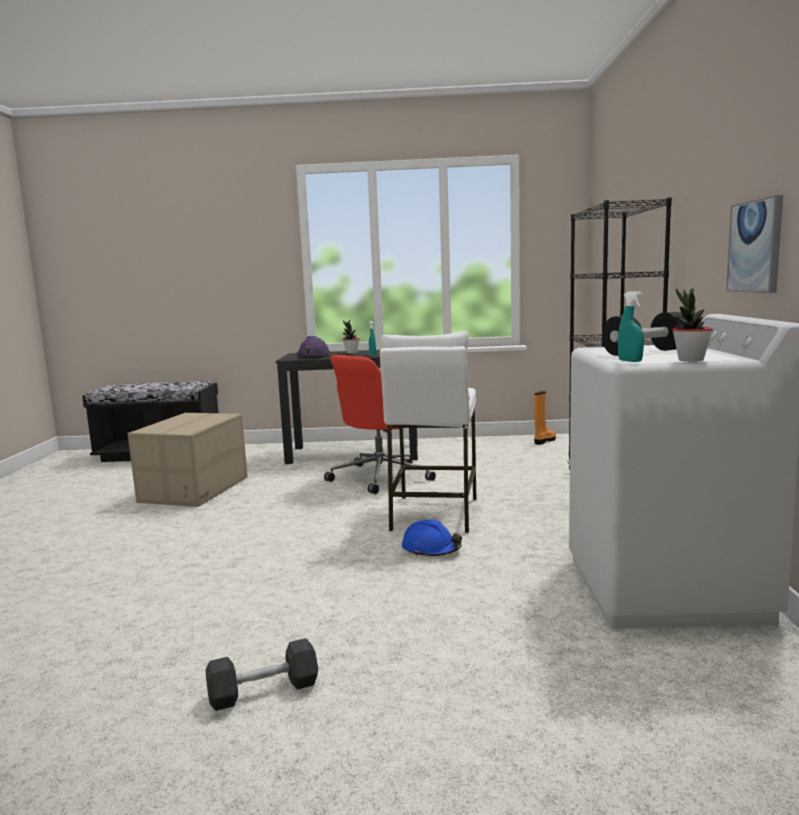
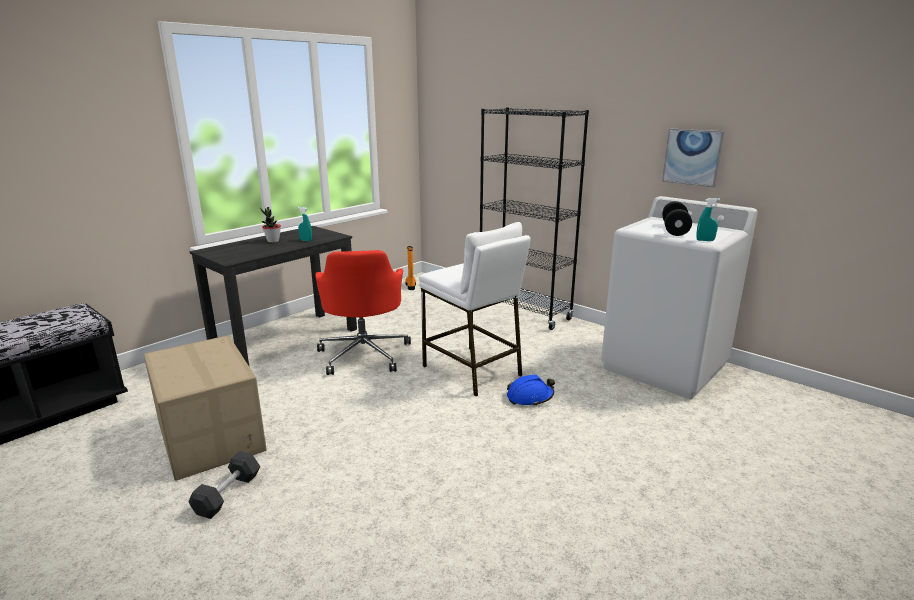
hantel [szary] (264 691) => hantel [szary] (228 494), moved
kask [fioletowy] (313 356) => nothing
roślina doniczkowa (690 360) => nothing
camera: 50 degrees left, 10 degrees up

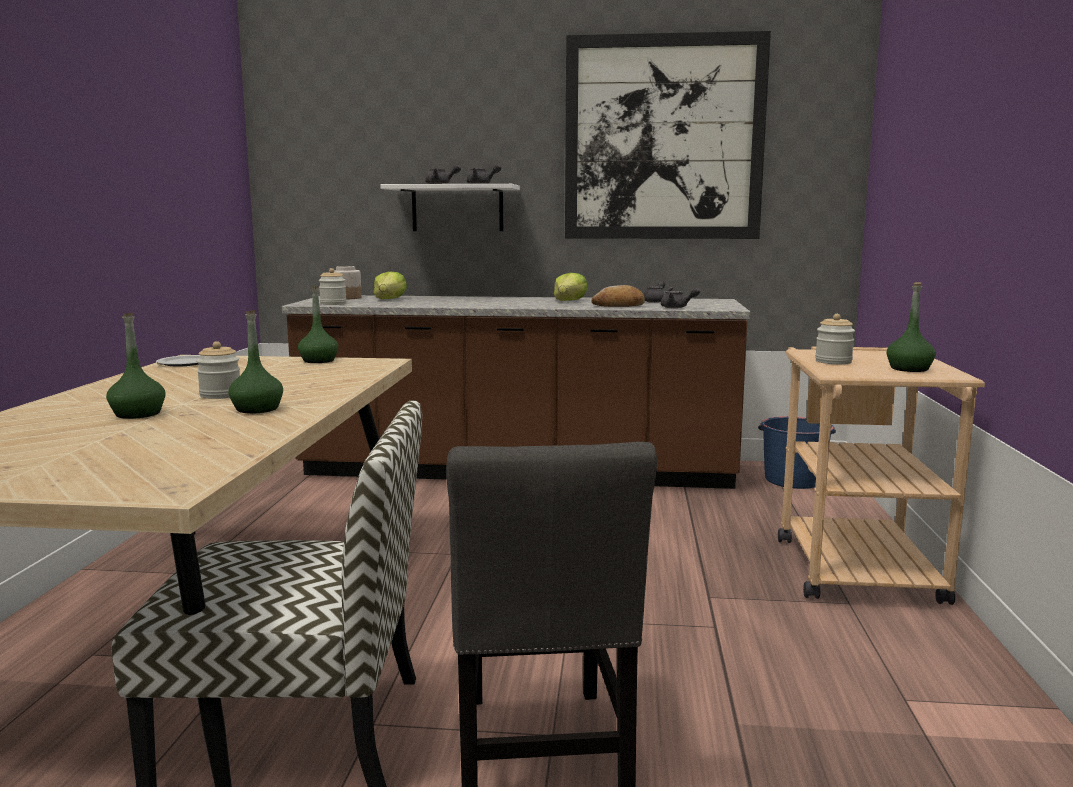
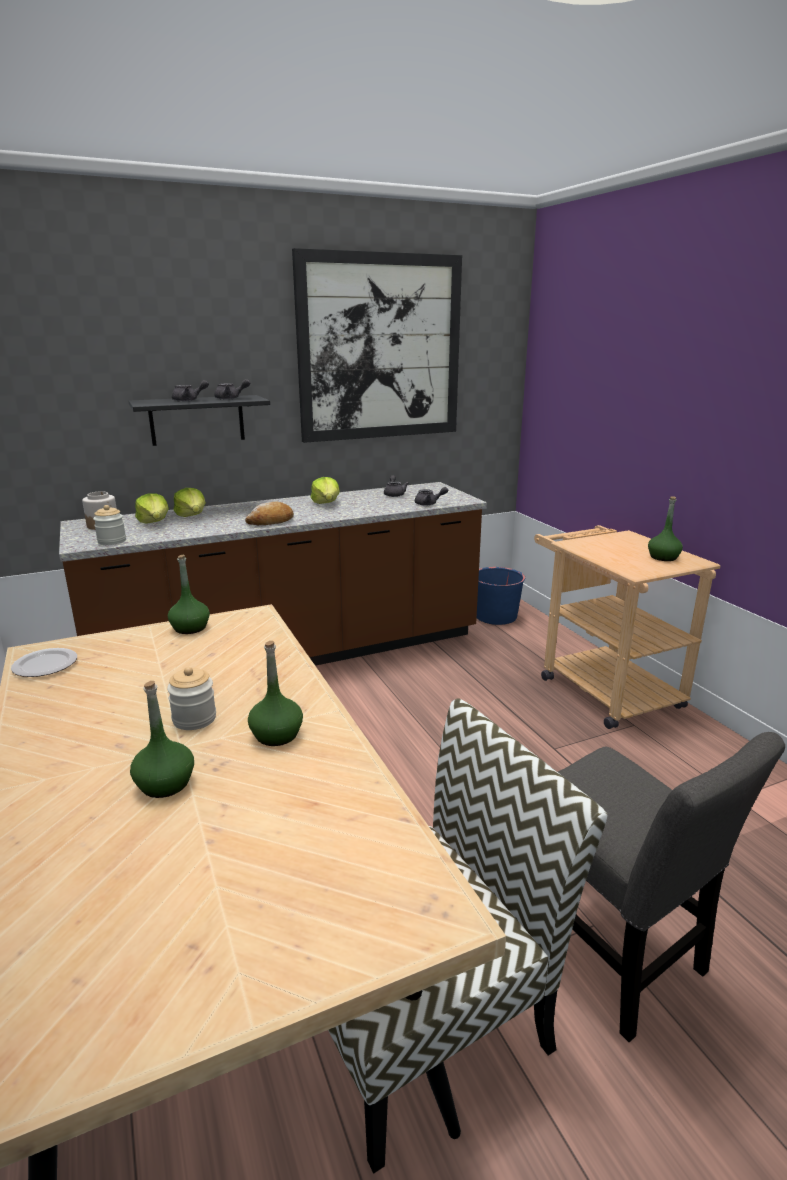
półka [biały] (457 208) => półka [czarny] (197 420)
chleb (619 305) => chleb (271 521), moved
słoik (833 361) => nothing
nothing => sałata (192 516)
camera: 30 degrees left, 10 degrees up

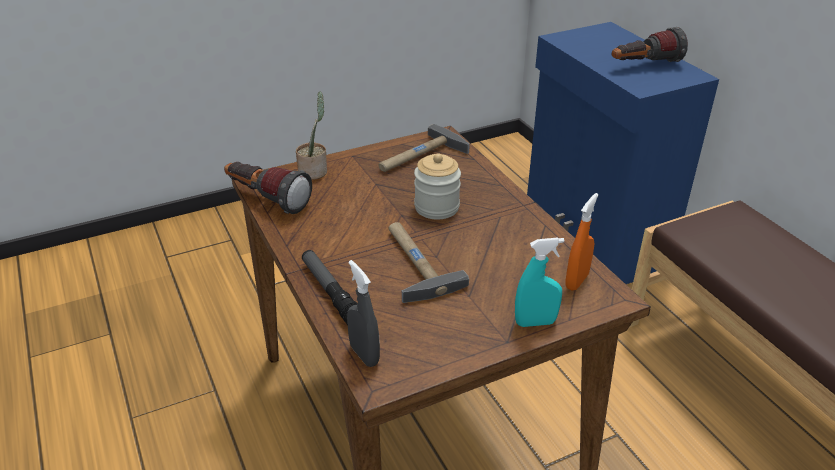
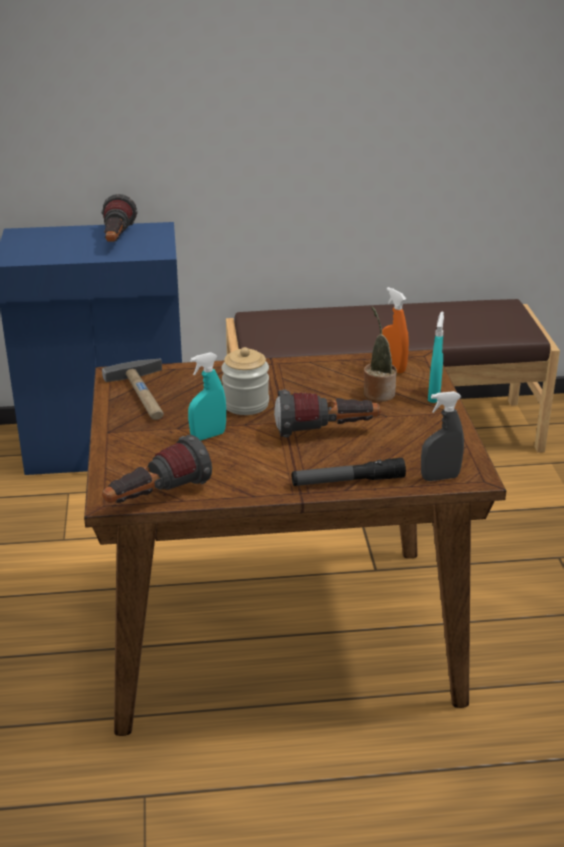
roślina doniczkowa (314 171) => roślina doniczkowa (378 392), moved
młotek (413 263) => latarka (326 432)
nothing => spryskiwacz [turkusowy] (208 436)
camera: 70 degrees left, 5 degrees down

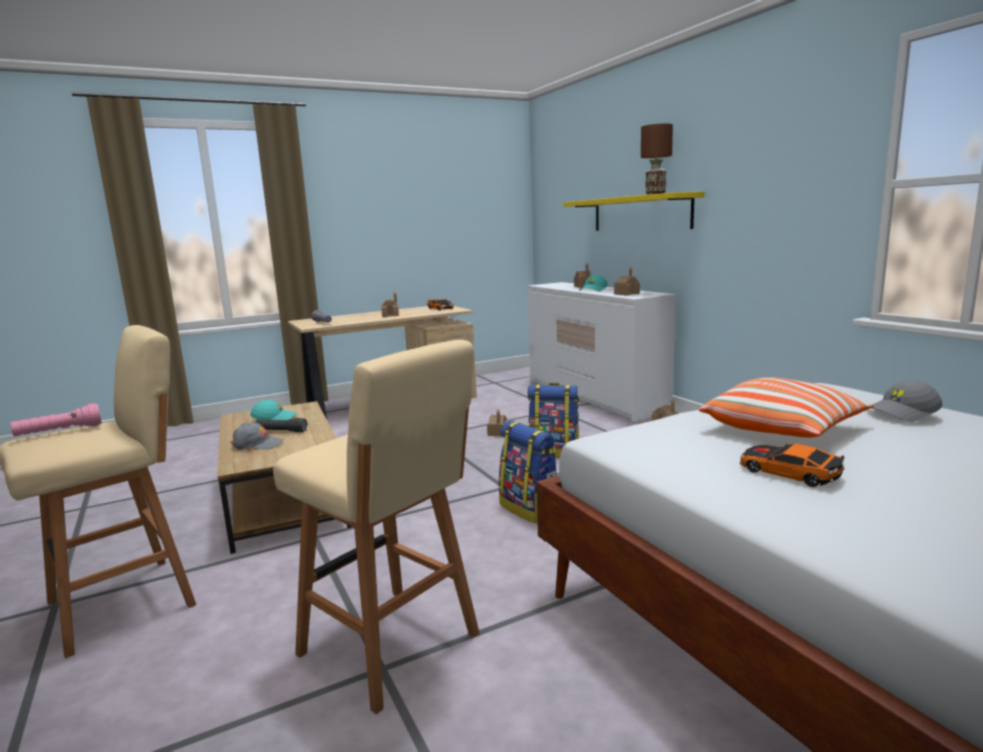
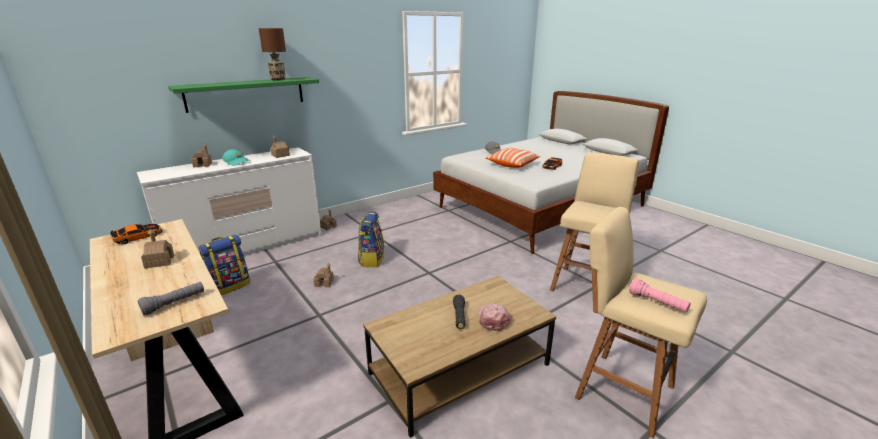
czapka z daszkiem [szary] (257 444) => czapka z daszkiem [różowy] (492 319)
czapka z daszkiem [turkusowy] (275 419) => nothing
plecak (530 509) => plecak (229 286), moved
półka [żółty] (640 213) => półka [zielony] (246 94)
camera: 100 degrees left, 10 degrees up

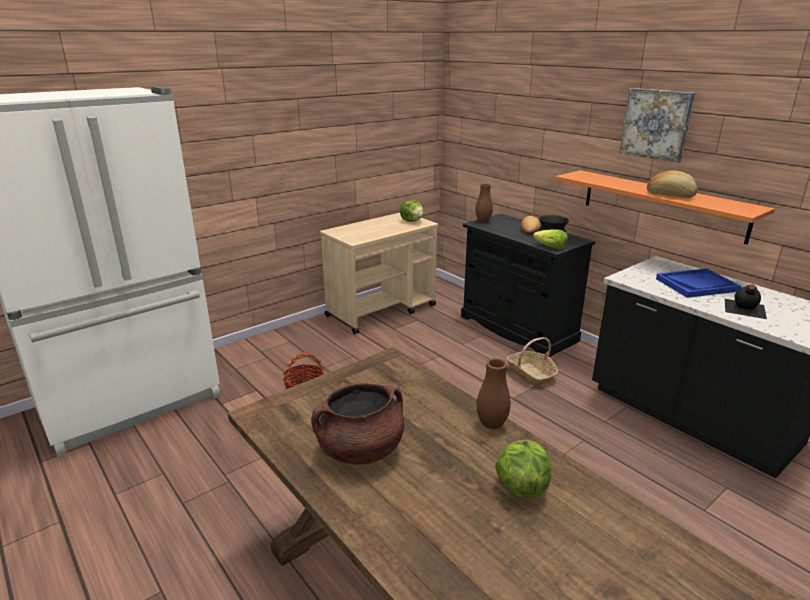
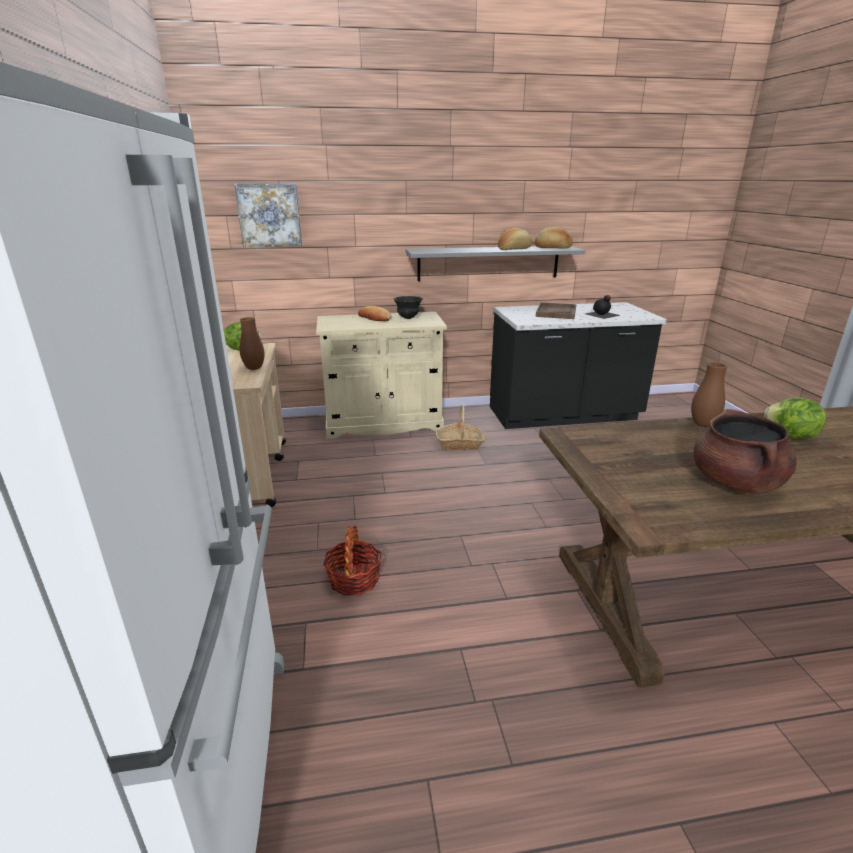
szafka [czarny] (517 328) => szafka [beżowy] (383 423)
wazon [brązowy] (483 221) => wazon [brązowy] (254 368), moved
sałata (550 247) => nothing
półka [pomarańczowy] (662 204) => półka [szary] (488 263)
obraz (656 124) => obraz (269 215), moved
taca [niebieski] (696 285) => taca [brązowy] (556 312)
nothing => chleb (553 248)
camera: 60 degrees left, 0 degrees up

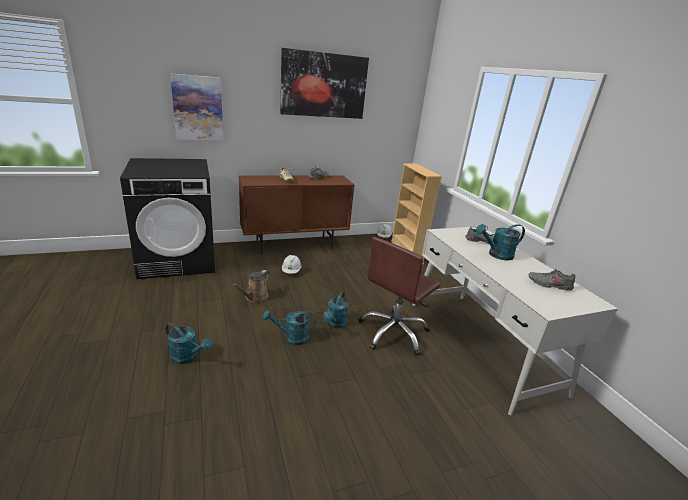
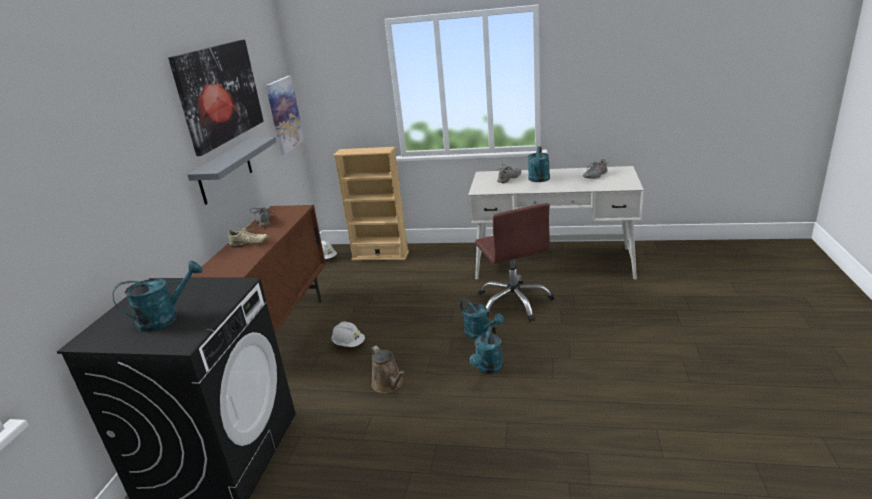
konewka [turkusowy] (188 357) => konewka [turkusowy] (166 318), moved
obraz (198 108) => obraz (284 114), moved
nothing => półka [szary] (225 171)
camera: 55 degrees left, 0 degrees up

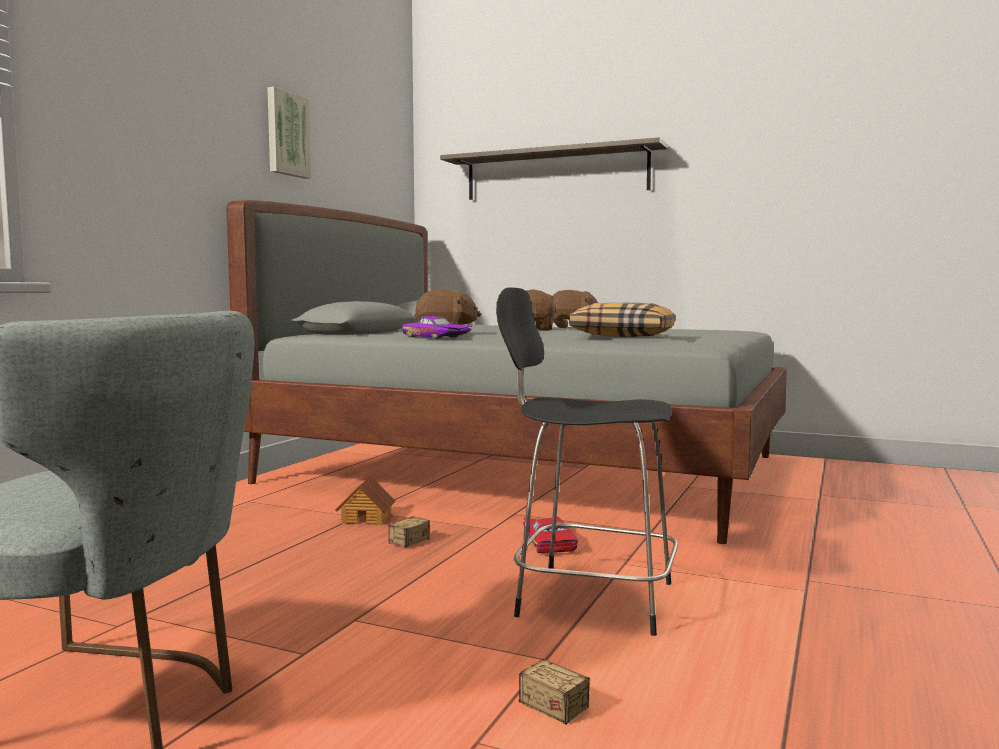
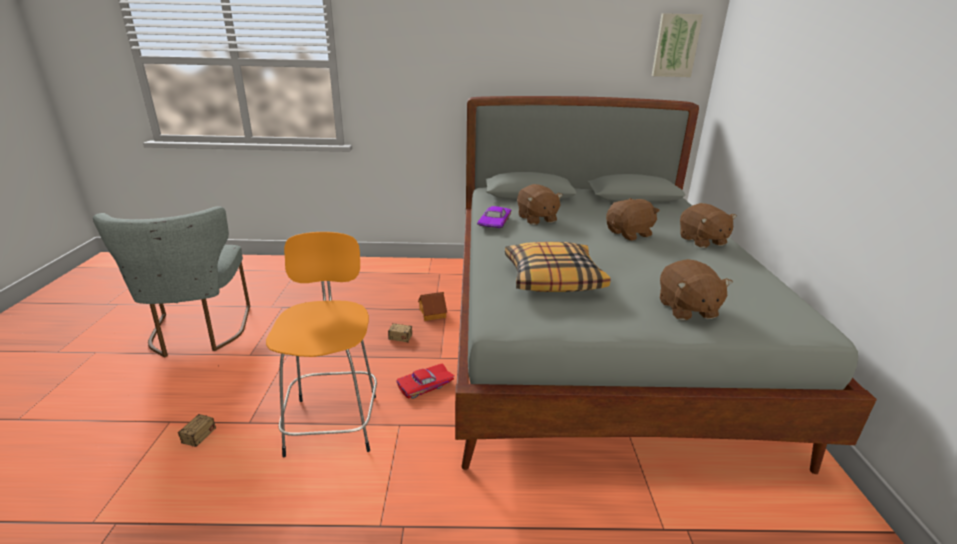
obraz (286 134) => obraz (675 45), moved
półka (555 174) => nothing
stołek [czarny] (589 598) => stołek [pomarańczowy] (333 421)
nothing => pluszak [brązowy] (686 309)
camera: 65 degrees right, 20 degrees up

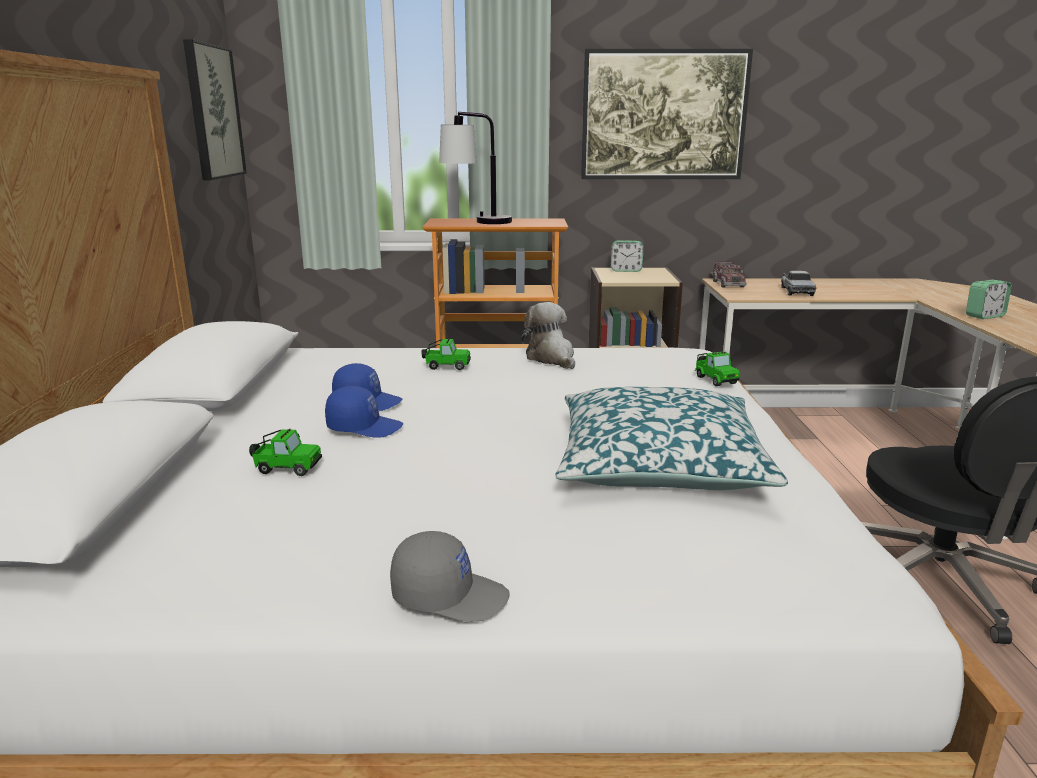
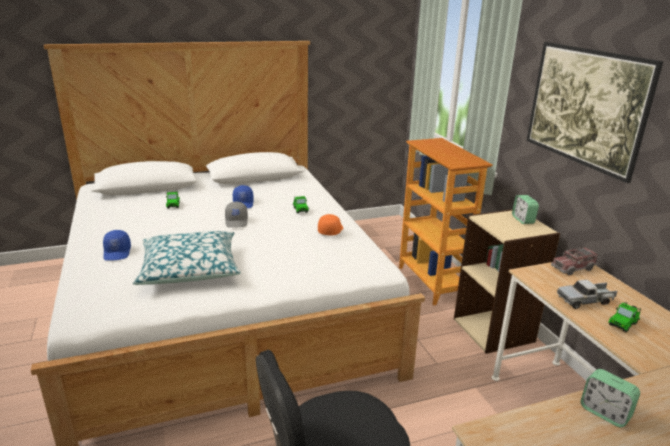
obraz (213 112) => nothing
czapka z daszkiem [niebieski] (364 427) => czapka z daszkiem [niebieski] (117 252), moved
czapka z daszkiem [szary] (450 595) => czapka z daszkiem [szary] (237 221), moved
lampa stołowa (476 222) => nothing
pluszak (551 358) => czapka z daszkiem [pomarańczowy] (330 230)
samochodzik (714 379) => samochodzik (623 323), moved
camera: 70 degrees right, 5 degrees up

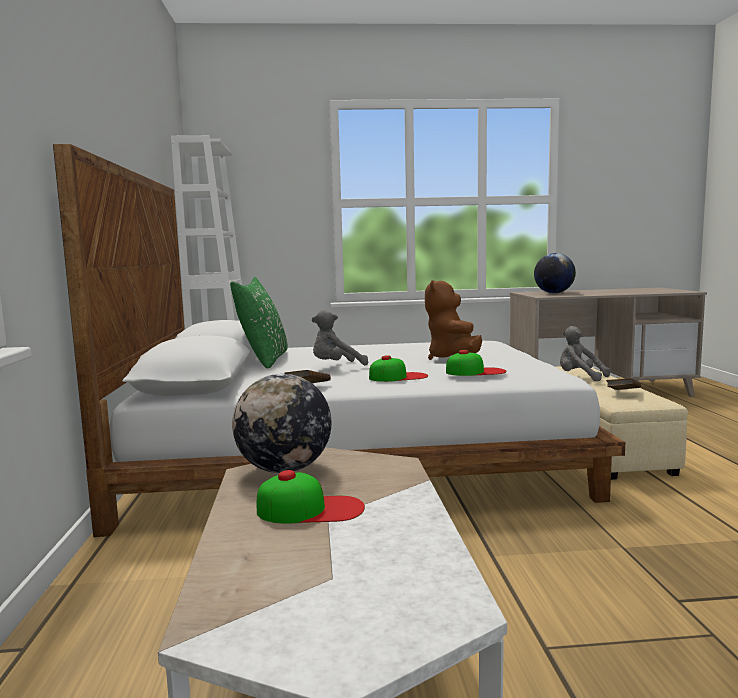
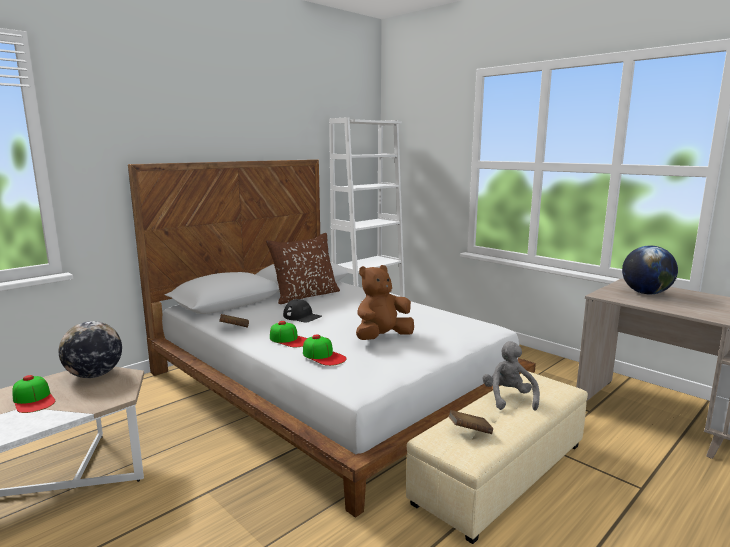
poduszka [zielony] (264 360) => poduszka [brązowy] (305 296)
pluszak [szary] (336 367) => czapka z daszkiem [czarny] (302 316)
camera: 50 degrees right, 5 degrees up

